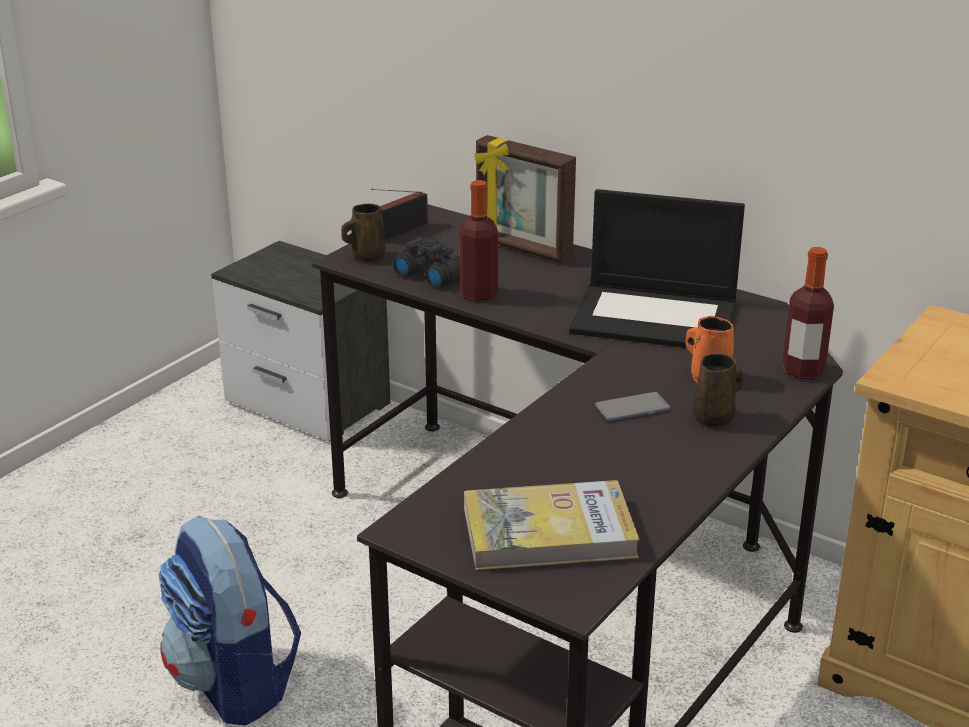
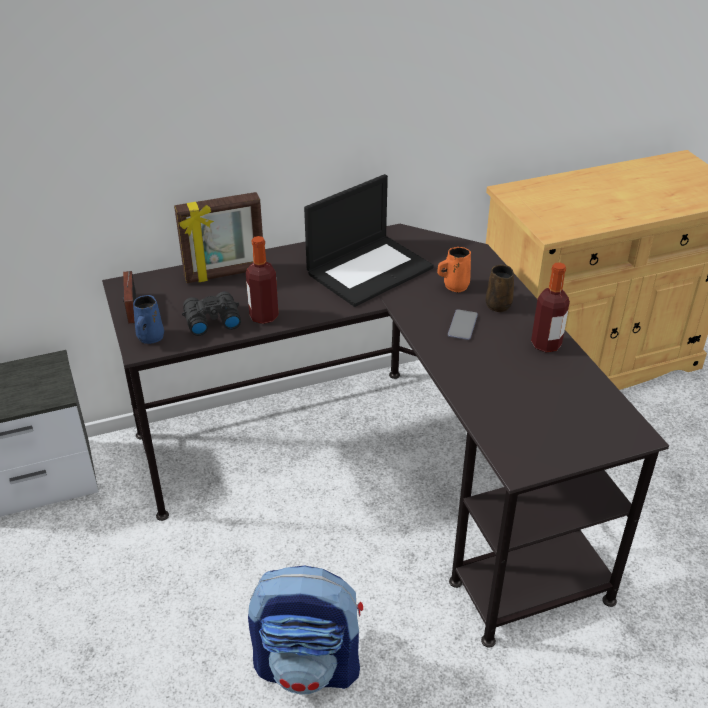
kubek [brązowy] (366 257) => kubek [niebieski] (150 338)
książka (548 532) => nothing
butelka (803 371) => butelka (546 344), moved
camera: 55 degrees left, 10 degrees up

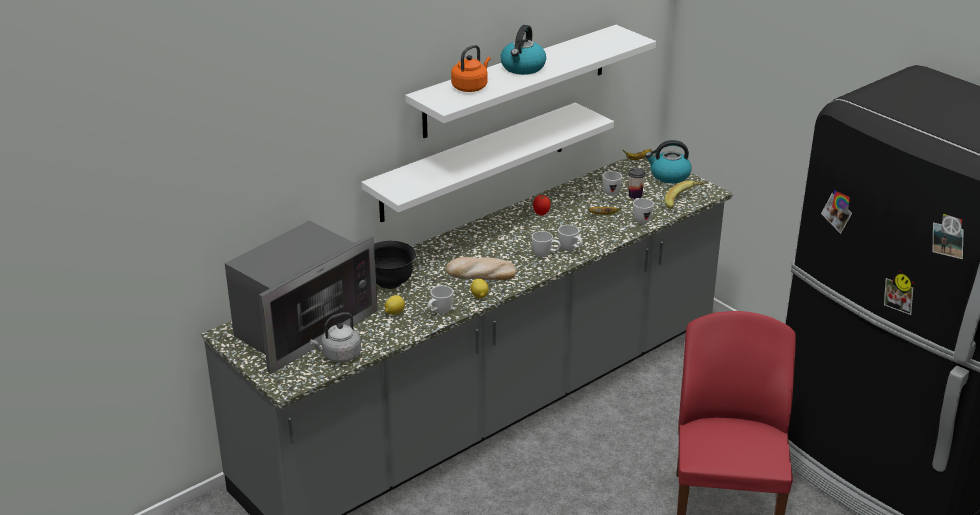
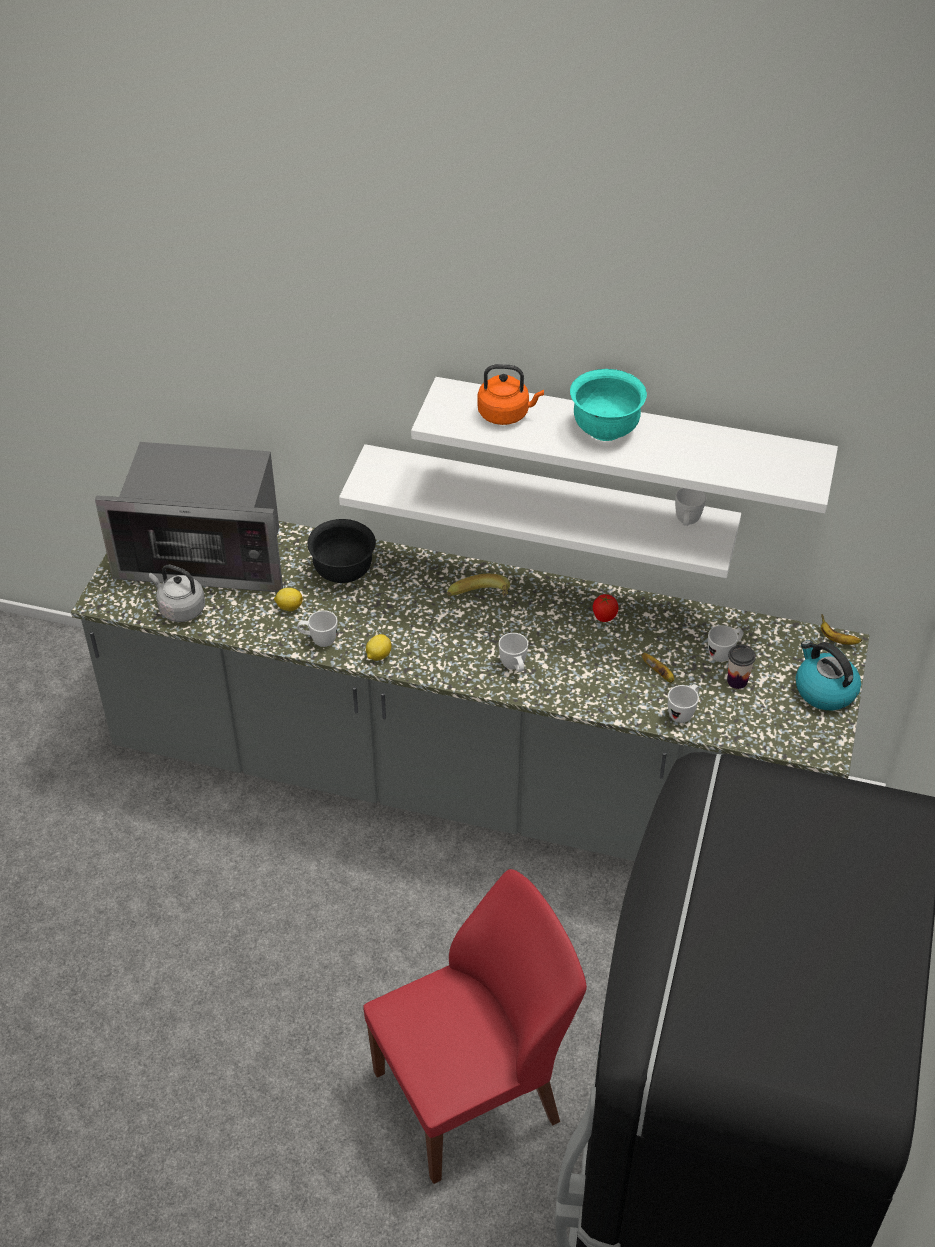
chleb (480 273) => nothing
czajnik (523 68) => miska [turkusowy] (605 429)
kubek [biały] (570 249) => kubek [biały] (687 523), moved
banan (684 203) => banan (481 601), moved
camera: 55 degrees right, 15 degrees up

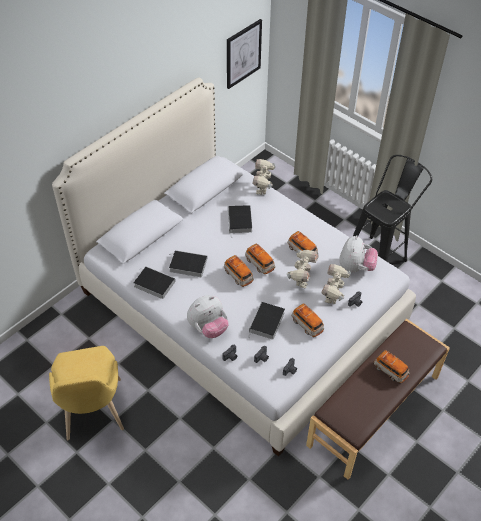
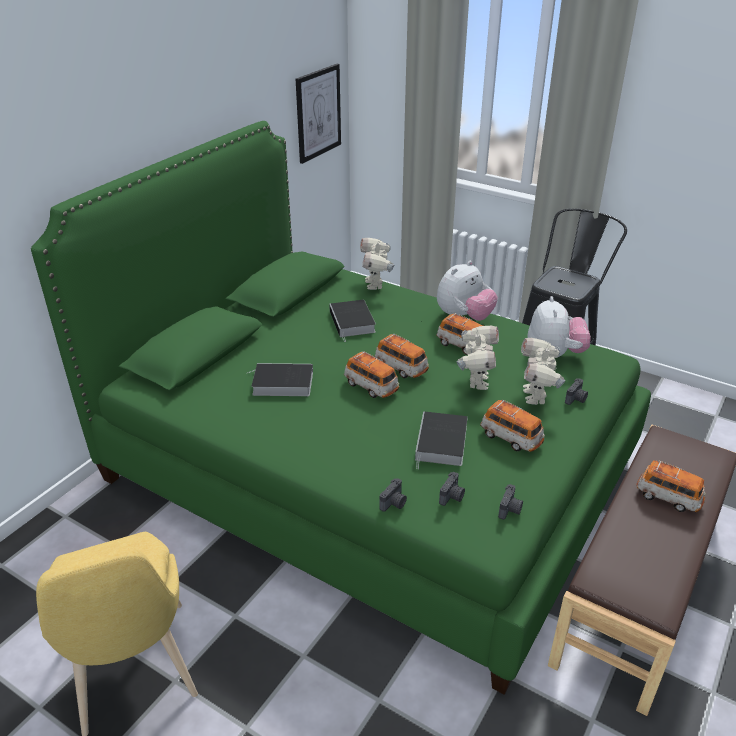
łóżko [biały] (239 309) => łóżko [zielony] (366 470)
książka (153 284) => nothing
pluszak (208 328) => pluszak (464 317), moved
camera: 10 degrees left, 15 degrees down

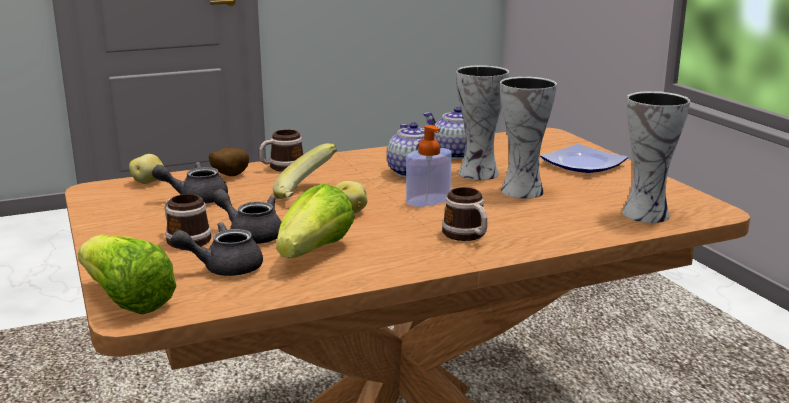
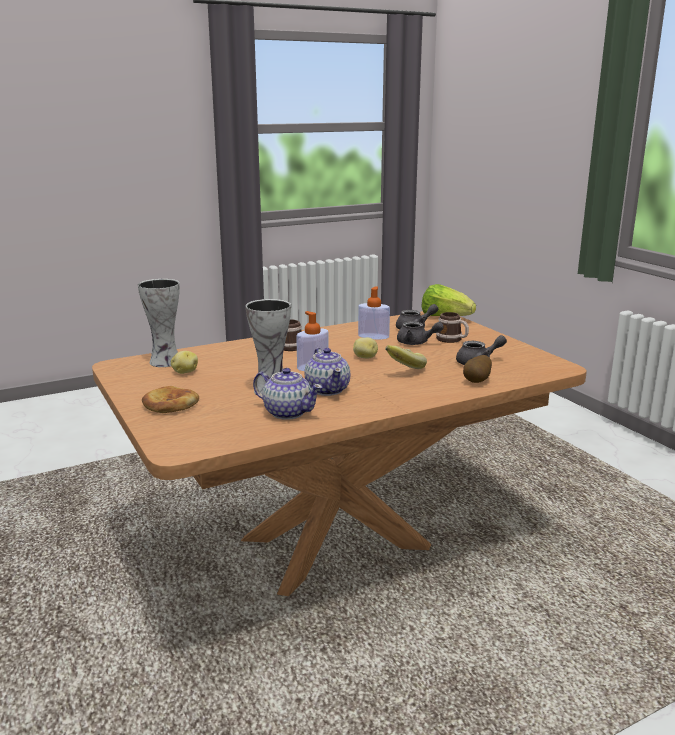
ziemniak (148 182) => ziemniak (184 372), moved
kubek (282 167) => nothing
sałata (315 252) => dozownik mydła (373 336)
wazon (521 190) => nothing
talerz (585 164) => chleb (170 404)
camera: 175 degrees right, 0 degrees up

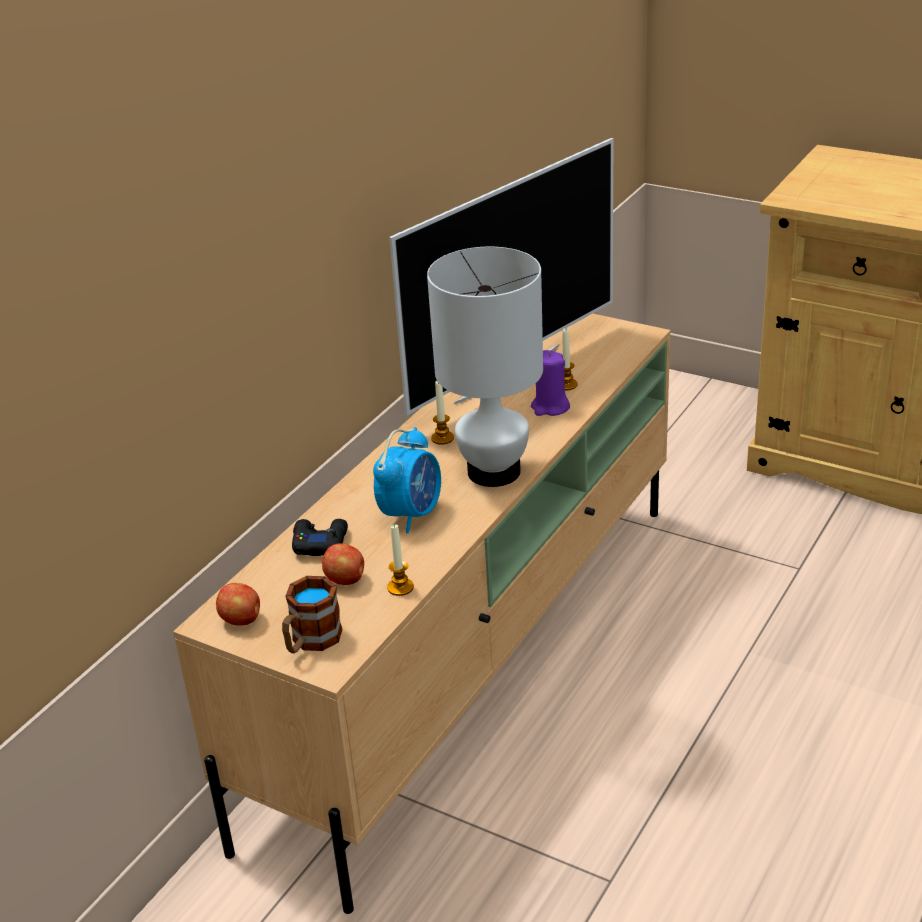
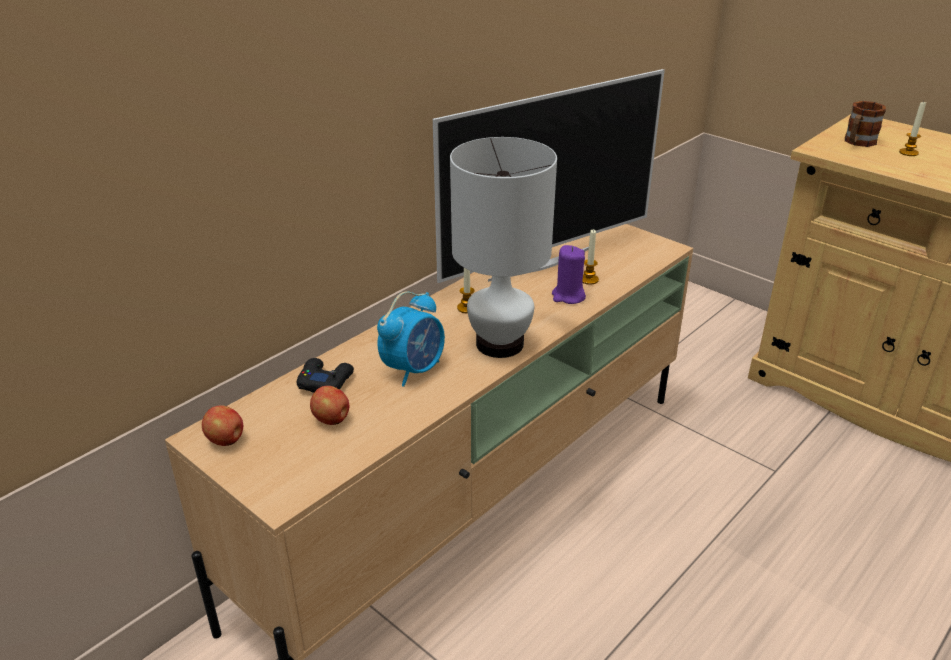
kubek (311 641) => kubek (857 143), moved
świeca (400 587) => świeca (908 153), moved
camera: 10 degrees right, 0 degrees up

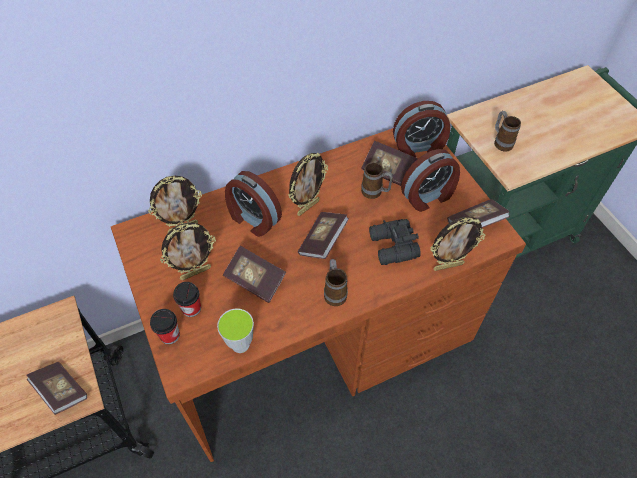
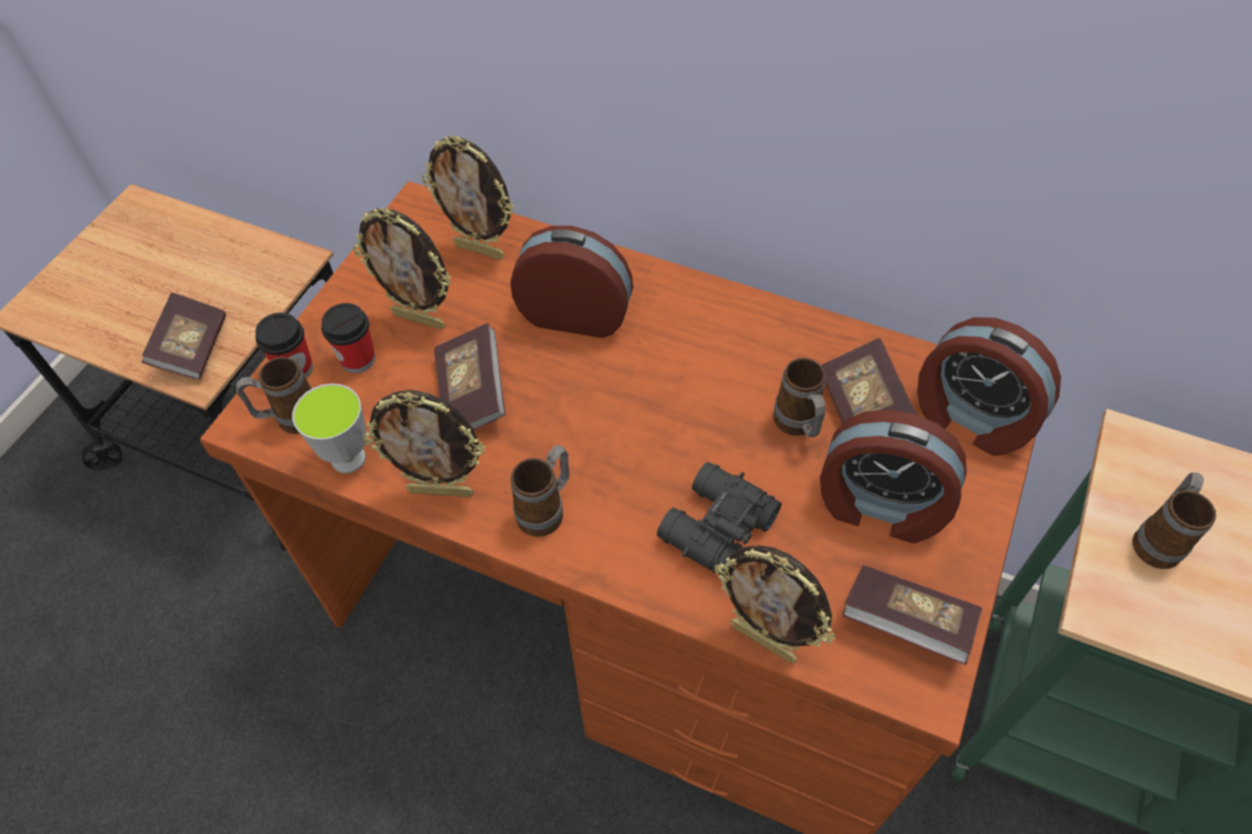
budzik (253 219) => budzik (576 313), 105 degrees clockwise
ramka na zdjęcie (307 207) => ramka na zdjęcie (441 491), moved
książka (323 241) => nothing
nothing => kubek (290 419)
camera: 50 degrees right, 0 degrees up

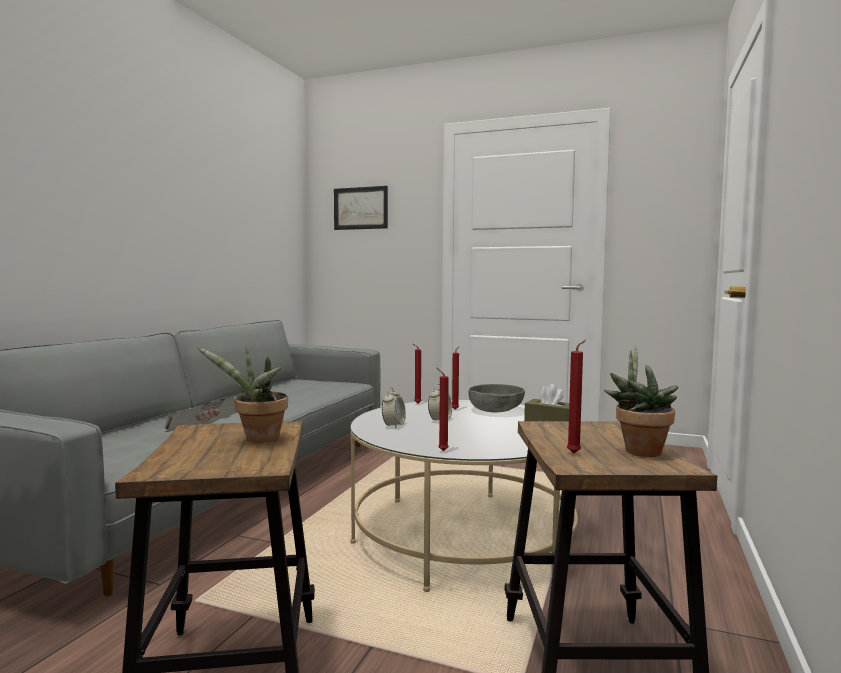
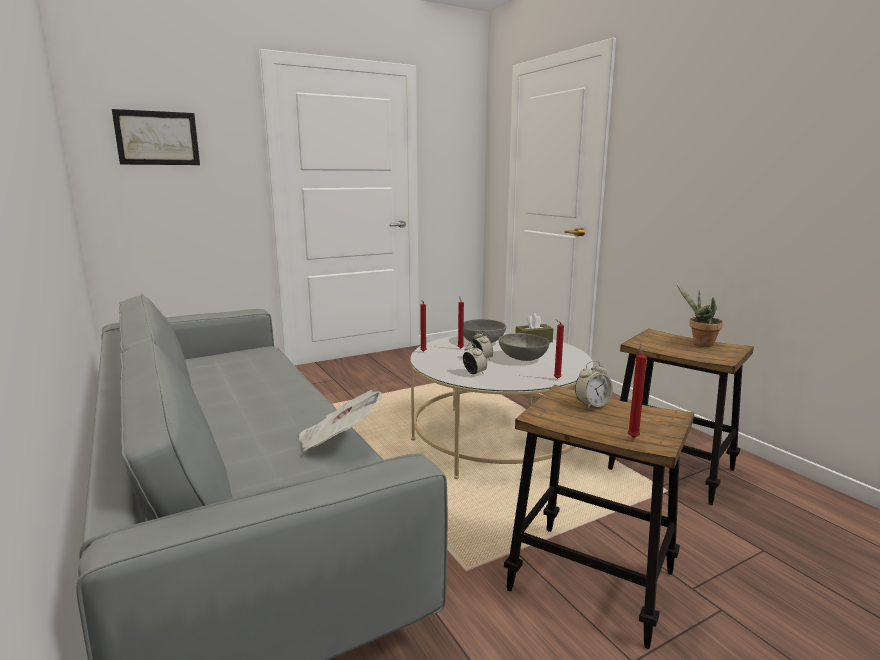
roślina doniczkowa (258 439) => budzik (592 405)
świeca [czerwony] (575 453) => świeca [czerwony] (633 437), moved
nothing => miska [szary] (523 358)
camera: 50 degrees left, 10 degrees up

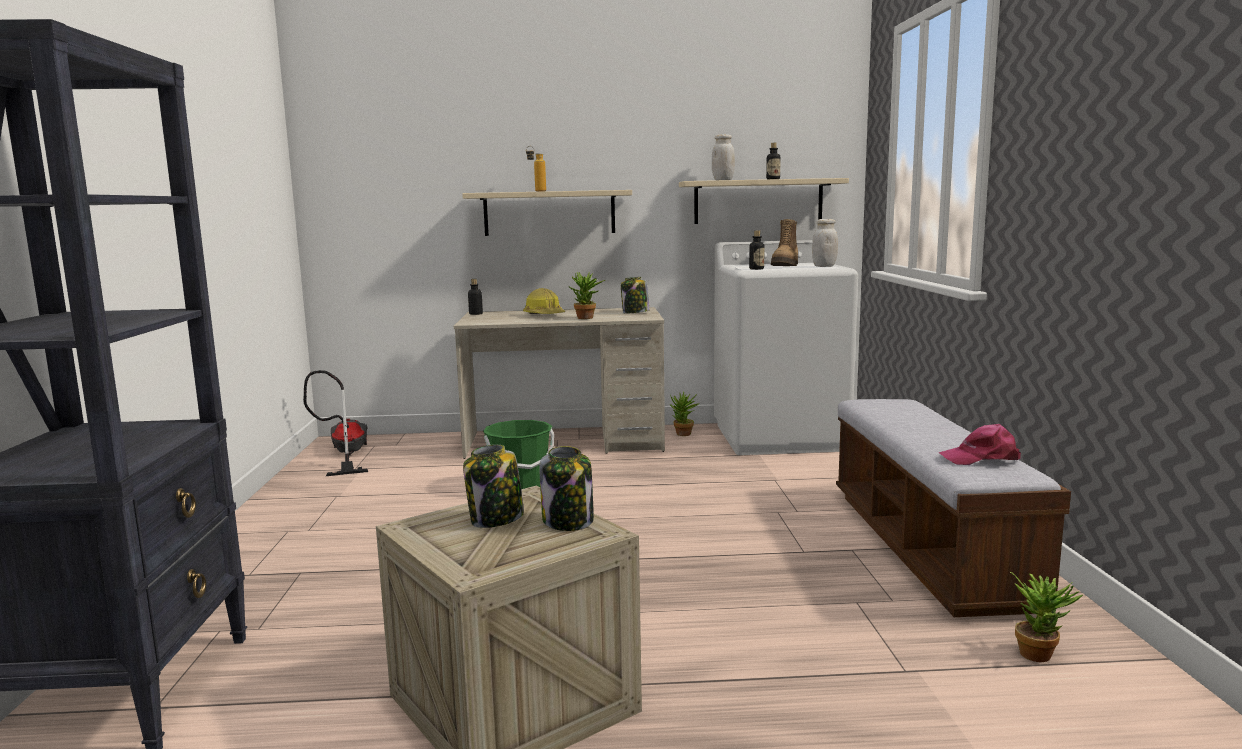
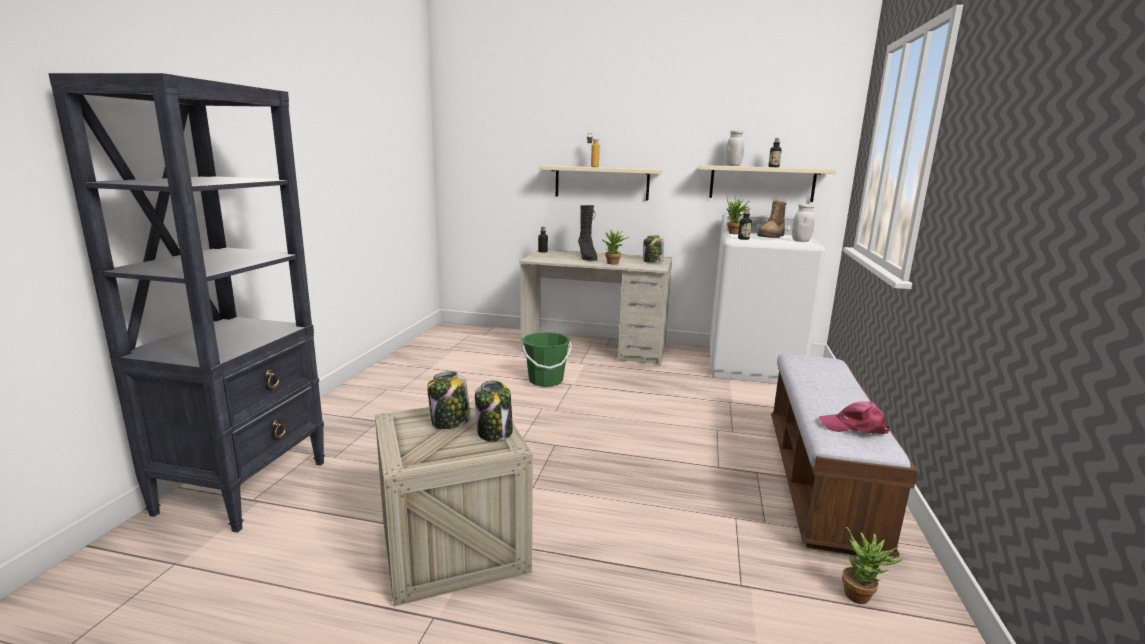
odkurzacz (345 455) => nothing
kask (545 315) => but z cholewką [czarny] (587 258)
roślina doniczkowa (683 435) => roślina doniczkowa (734 233), moved
camera: 15 degrees right, 5 degrees up

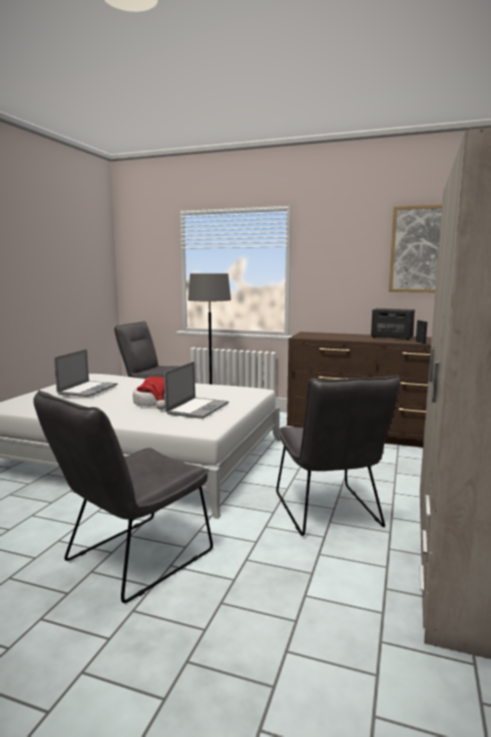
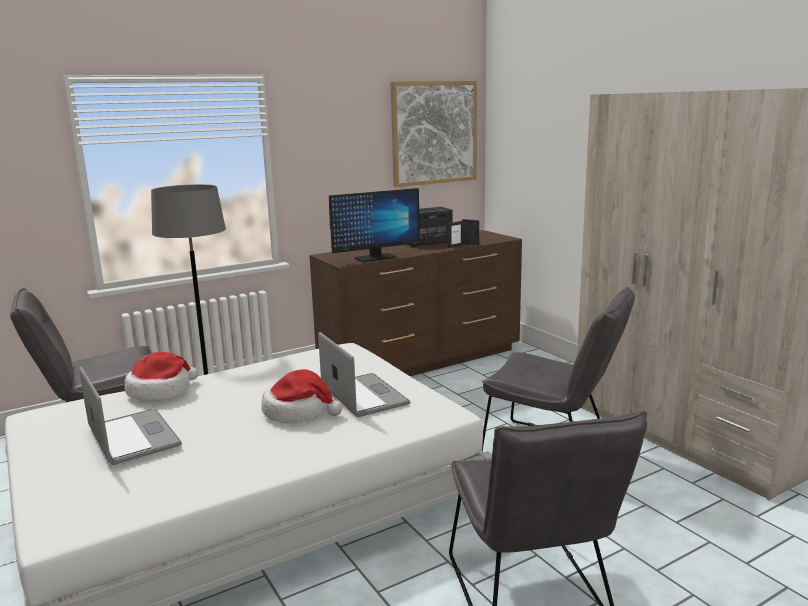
nothing => kapelusz (161 391)
nothing => monitor (375 258)
nothing => ramka na zdjęcie (455 246)
camera: 50 degrees left, 5 degrees up

